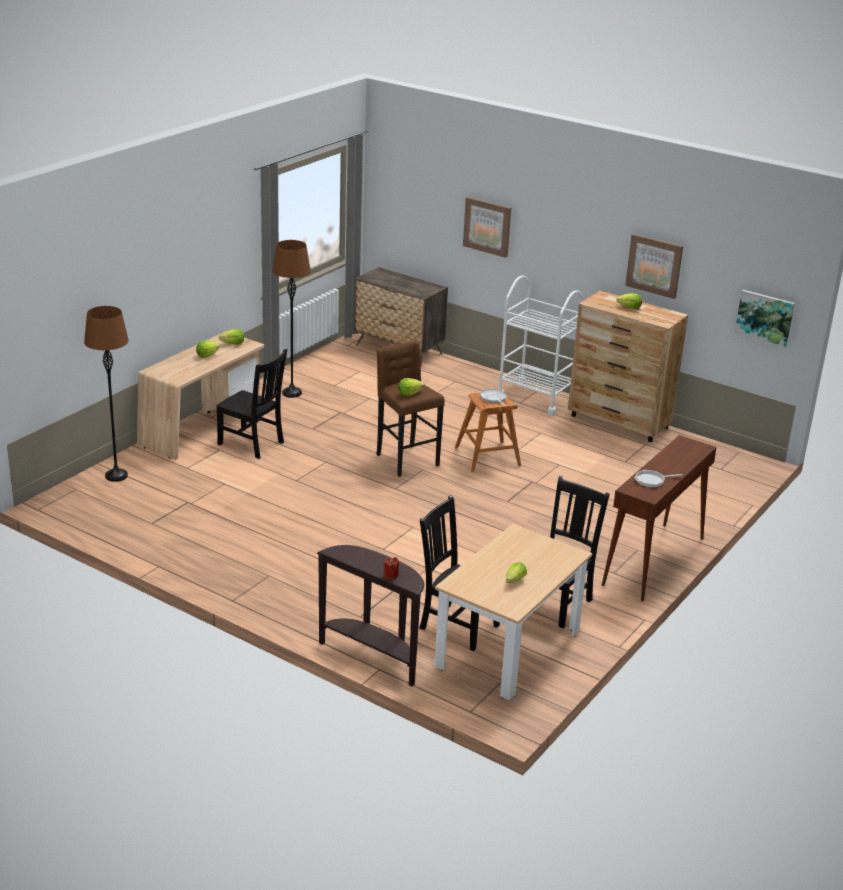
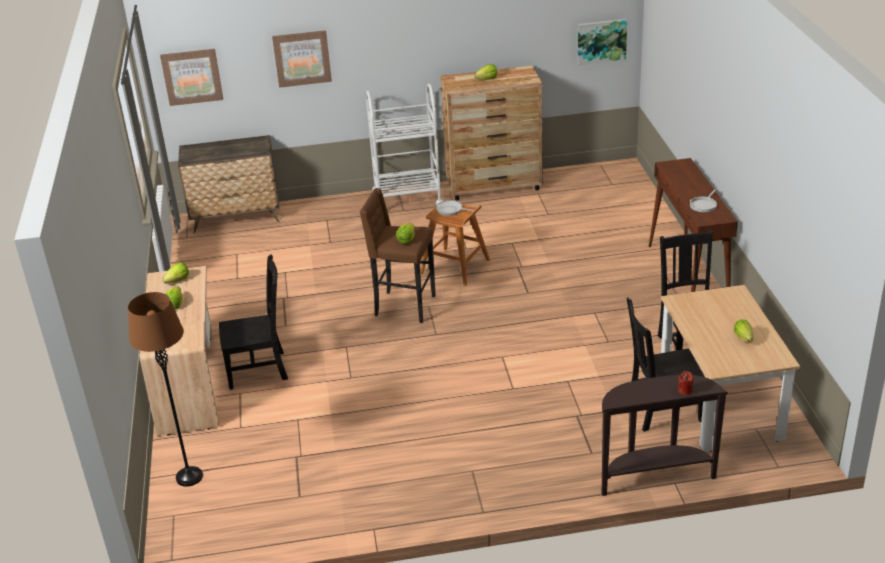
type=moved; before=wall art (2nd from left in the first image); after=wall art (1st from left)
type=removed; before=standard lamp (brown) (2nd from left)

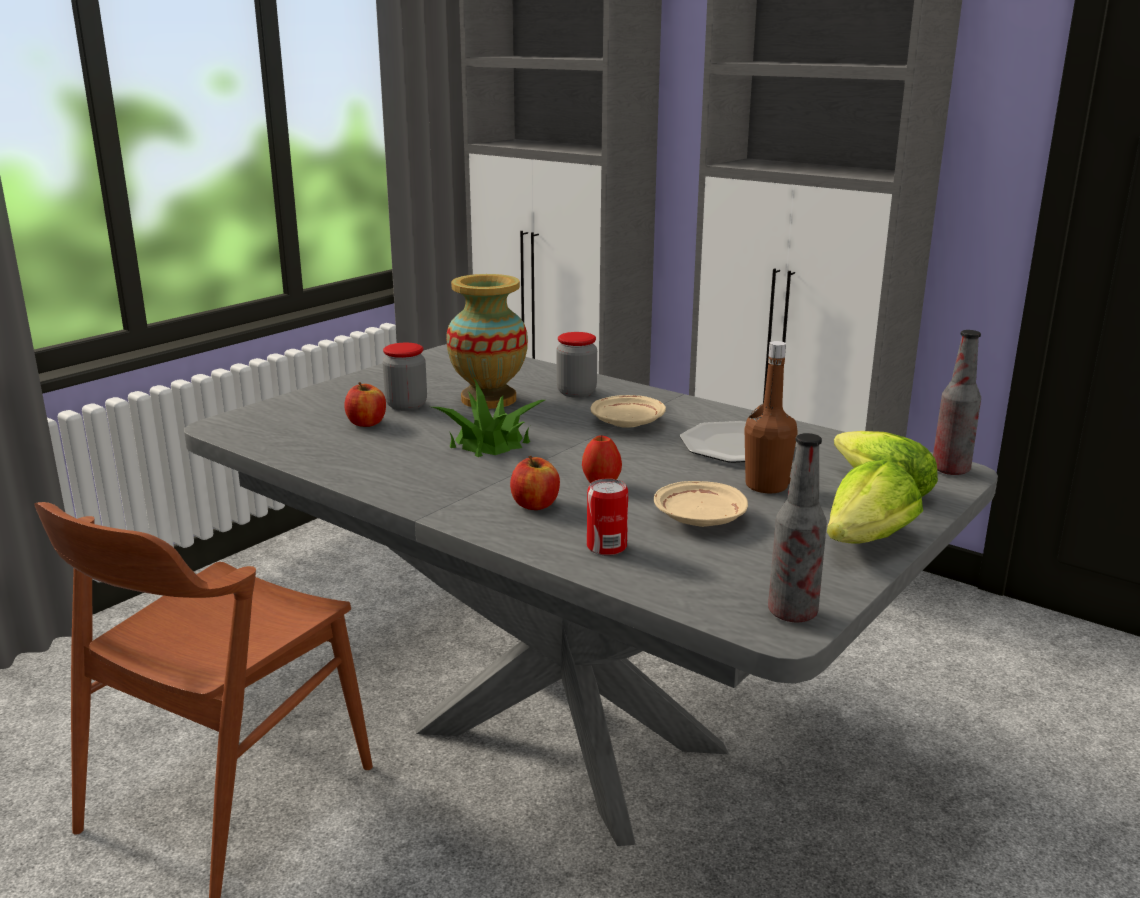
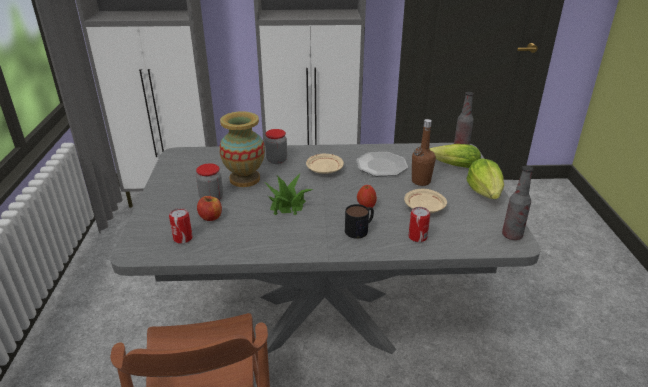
type=replaced; before=apple fruit (2nd from left); after=coffee mug
type=added; after=can (1st from left)

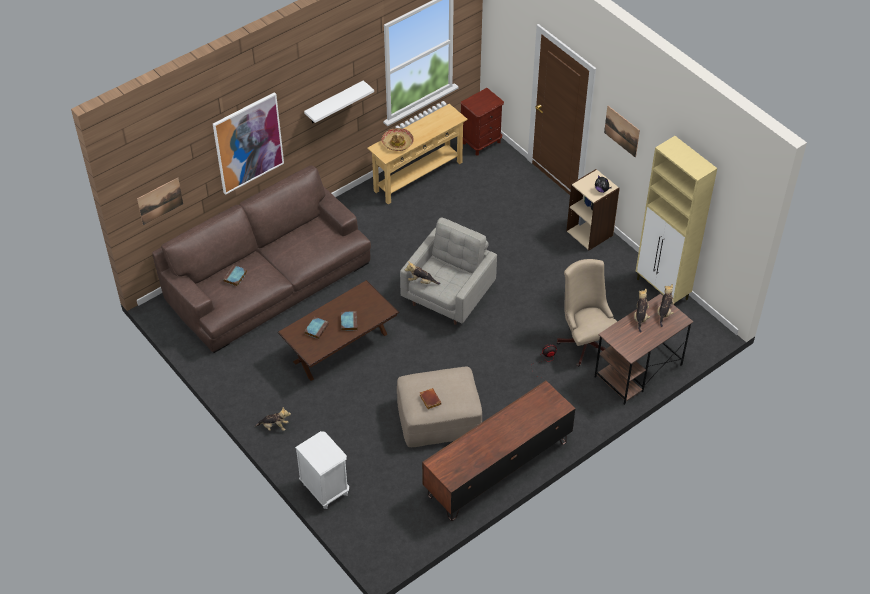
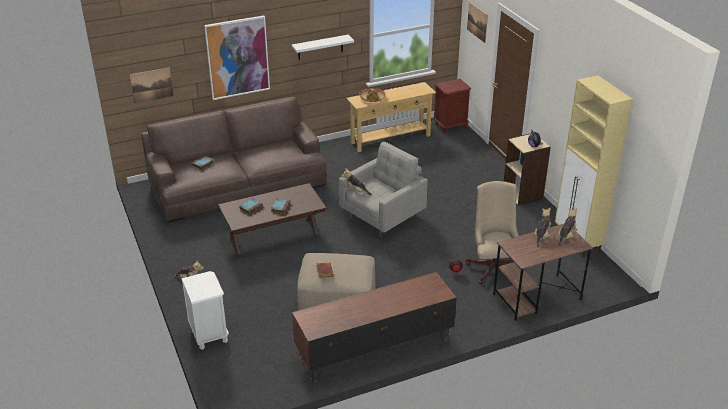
type=moved; before=wall art (3rd from left)

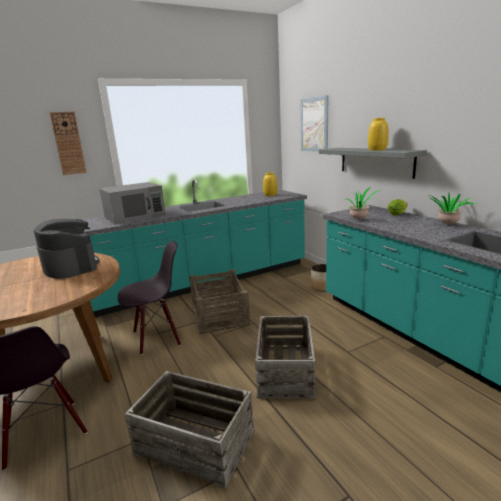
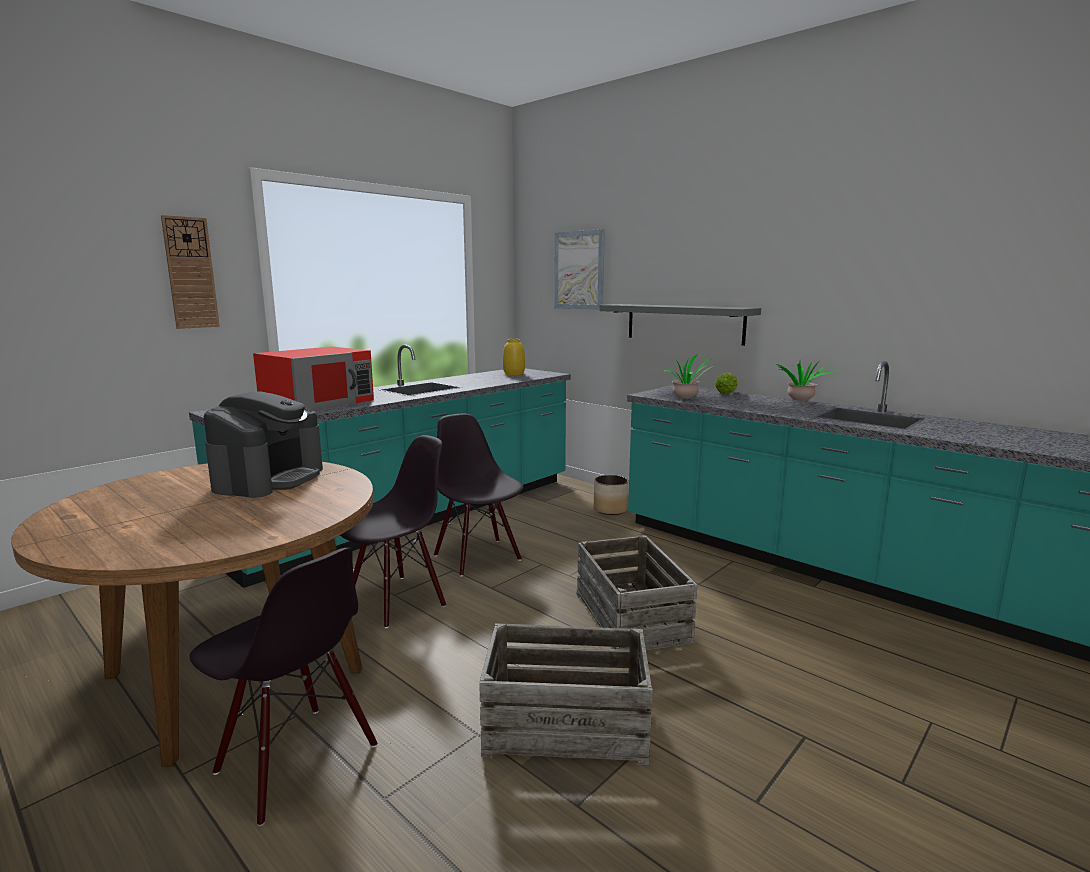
type=removed; before=decorative vase (yellow) (2nd from left)
type=recoloured; before=microwave oven (greyish); after=microwave oven (red)
type=turned; before=coffee brewer; turn=75
type=replaced; before=crate (2nd from left); after=chair (blackish) (3rd from left)

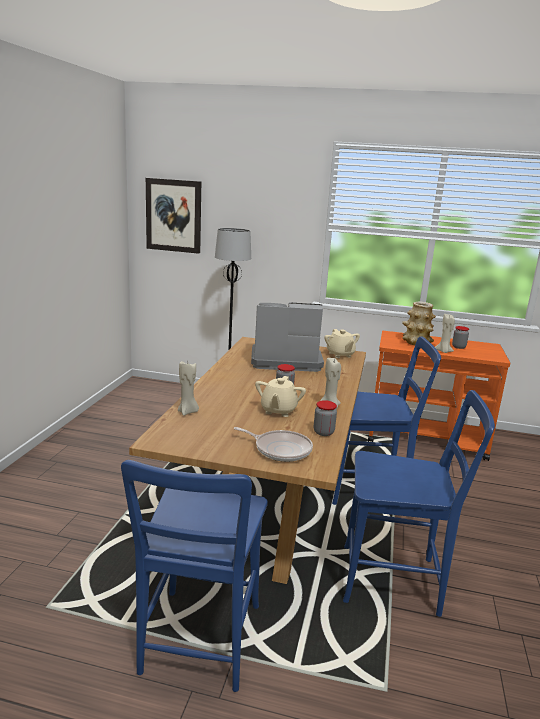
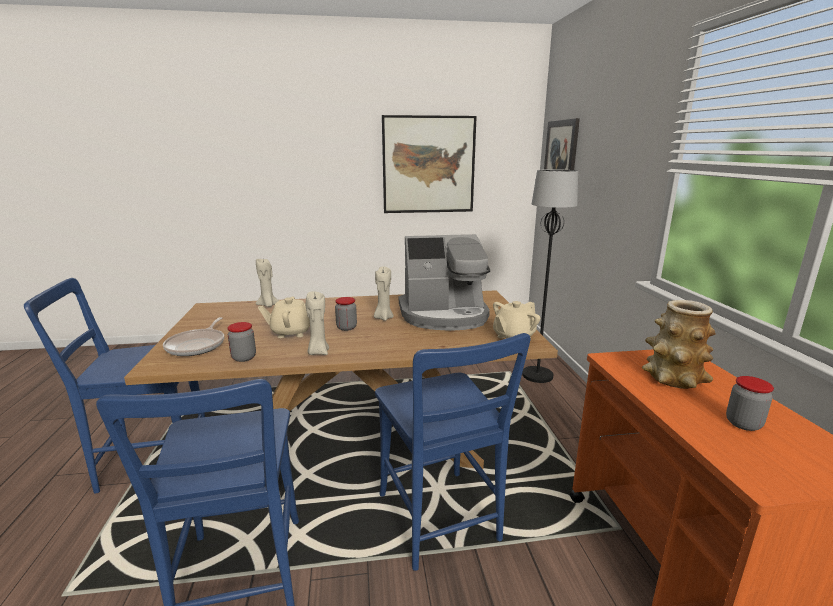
type=turned; before=coffee brewer; turn=105
type=moved; before=wax candle (beige) (3rd from left)
type=added; after=wall art (1st from left)

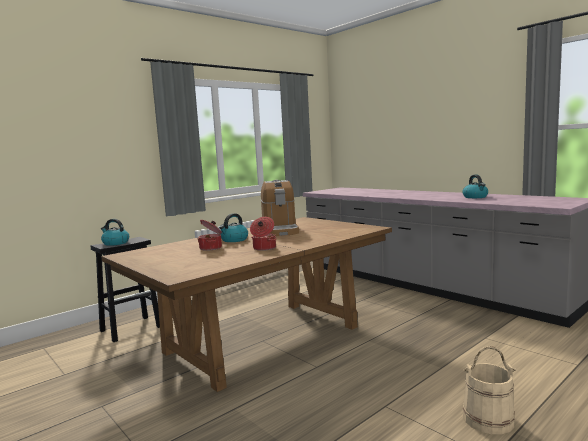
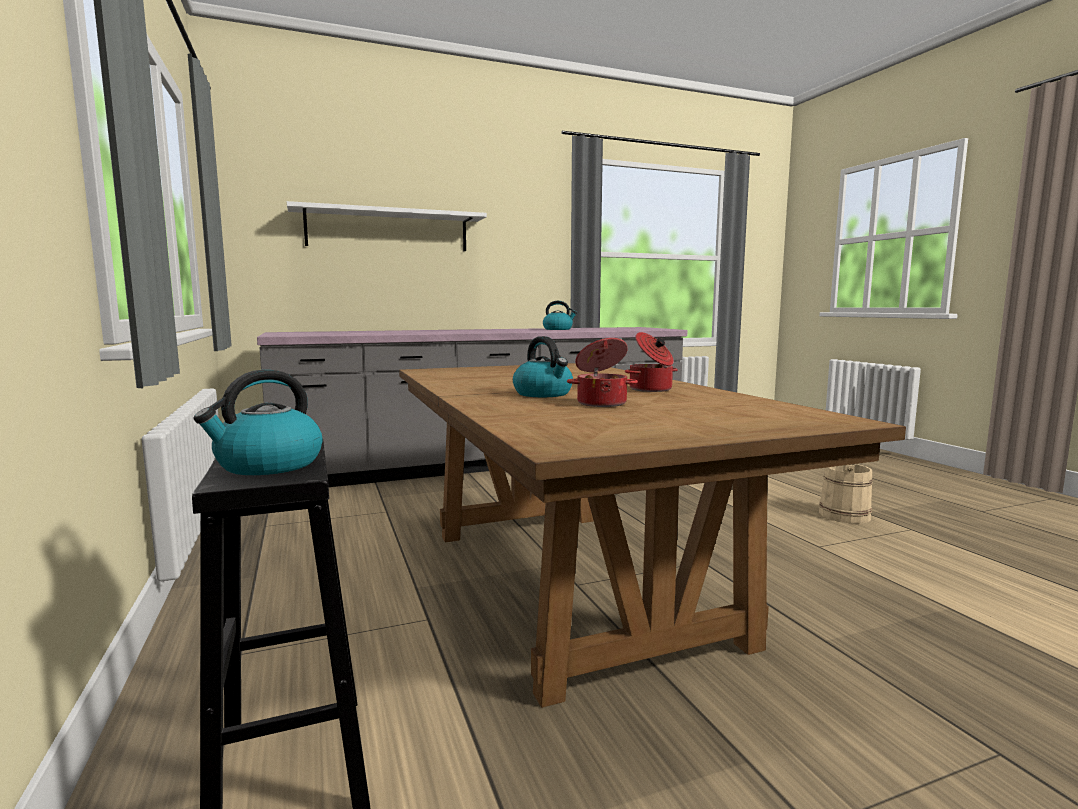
type=removed; before=coffee brewer
type=added; after=shelf (whitish)

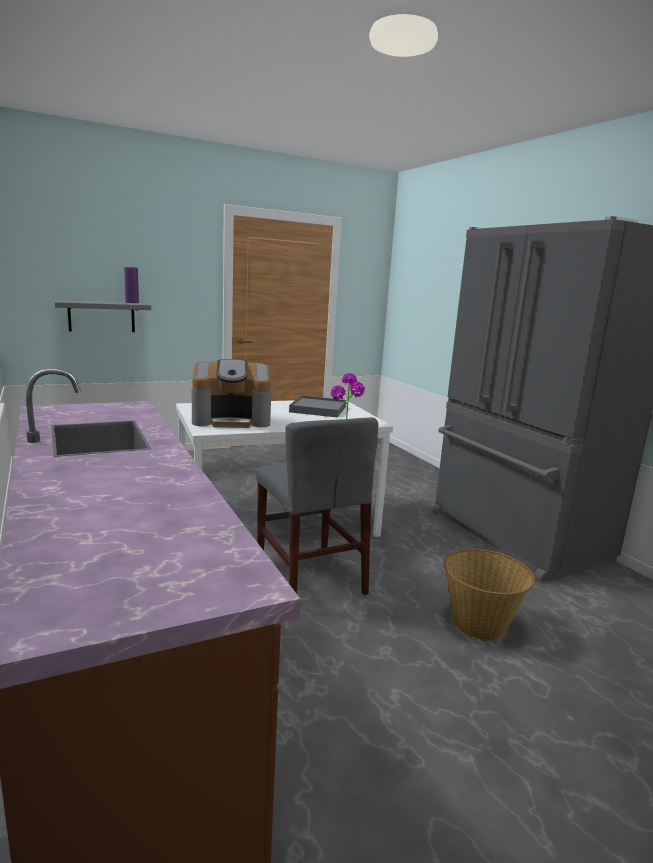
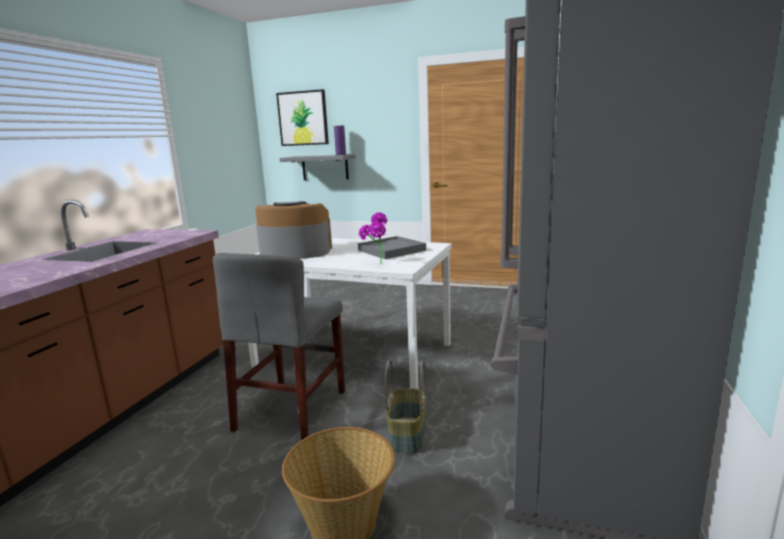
type=turned; before=coffee brewer; turn=150
type=added; after=wall art
type=added; after=storage basket (2nd from left)

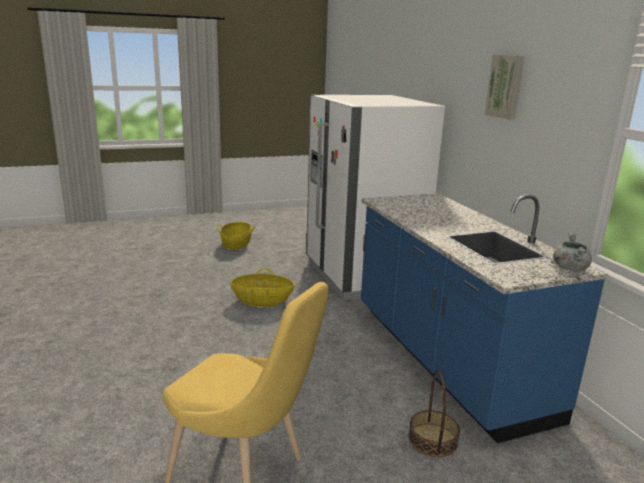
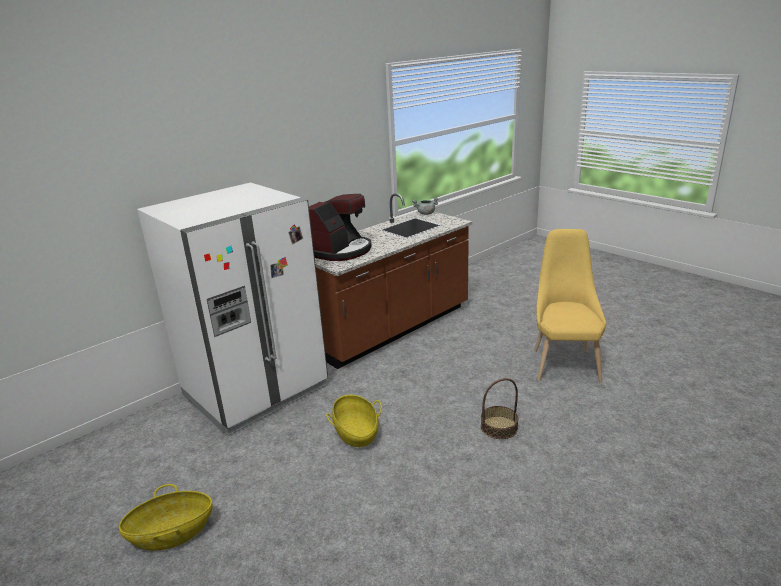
type=removed; before=wall art
type=recoloured; before=kitchen base unit (blue); after=kitchen base unit (brown)
type=moved; before=storage basket (3rd from left)
type=added; after=coffee brewer

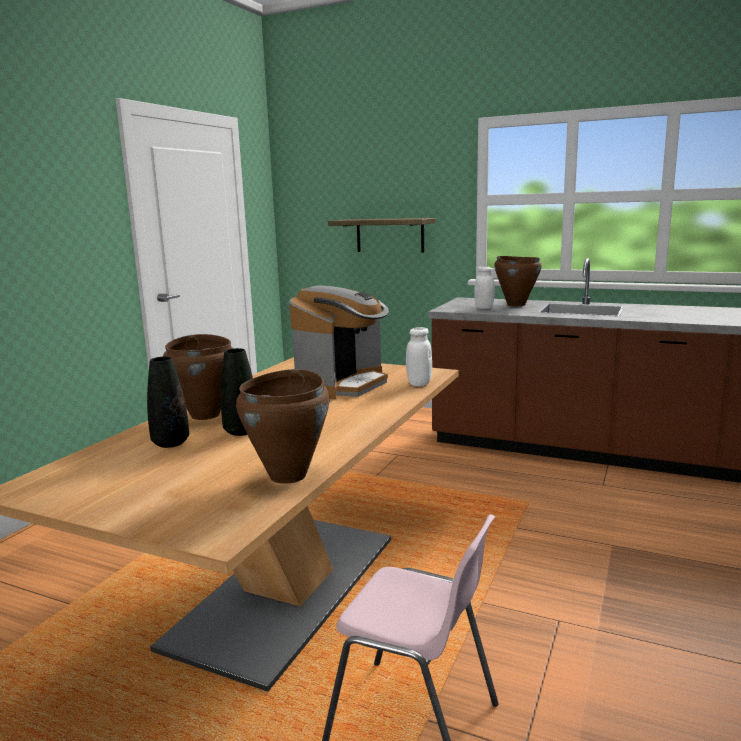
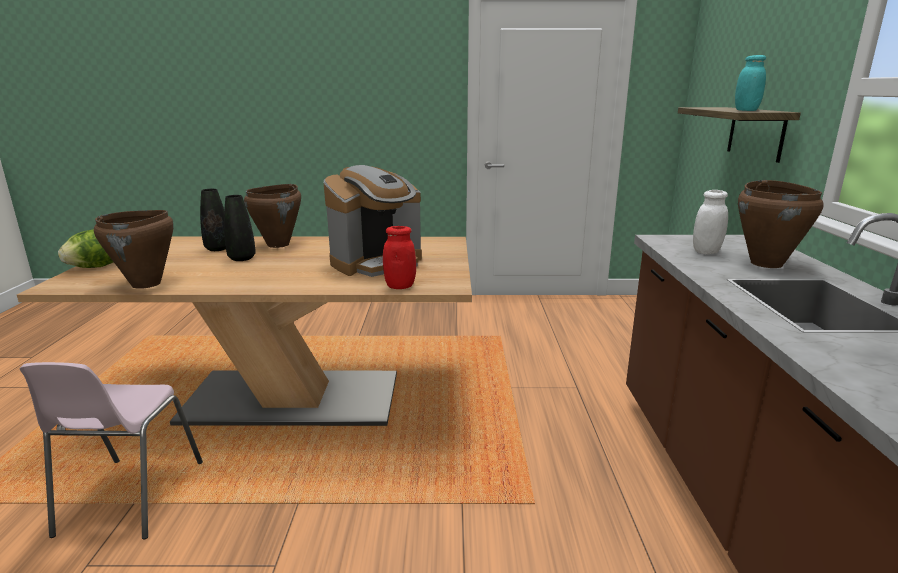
type=turned; before=coffee brewer; turn=-45
type=recoloured; before=storage jar (whitish) (1st from left); after=storage jar (red)
type=added; after=storage jar (turquoise-coloured)
type=added; after=head of lettuce

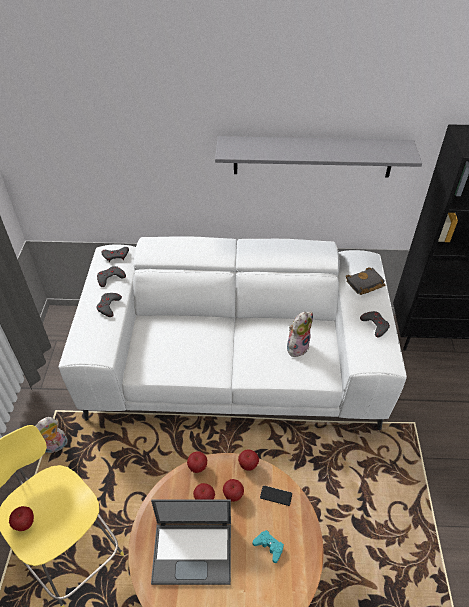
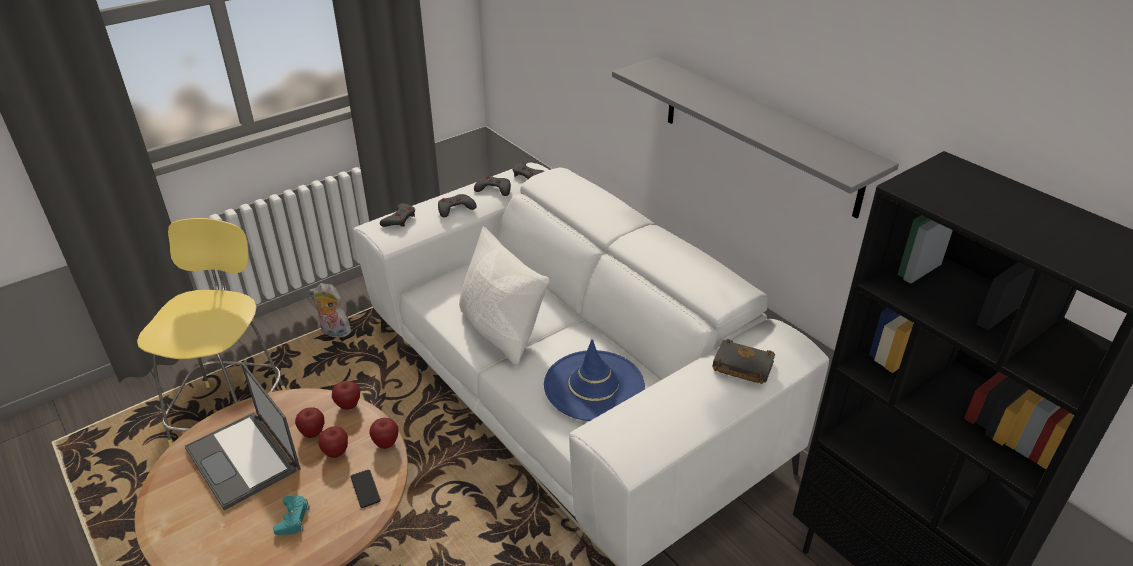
type=moved; before=game controller (greyish) (4th from left in the first image); after=game controller (greyish) (1st from left)
type=replaced; before=plush toy (2nd from left); after=hat (blue)
type=removed; before=apple fruit (1st from left)
type=added; after=pillow (whitish)

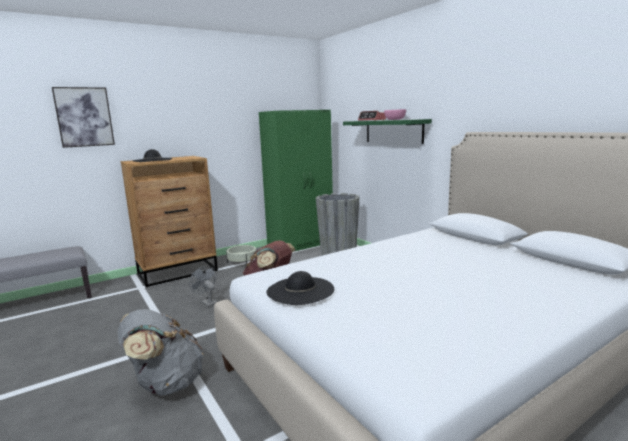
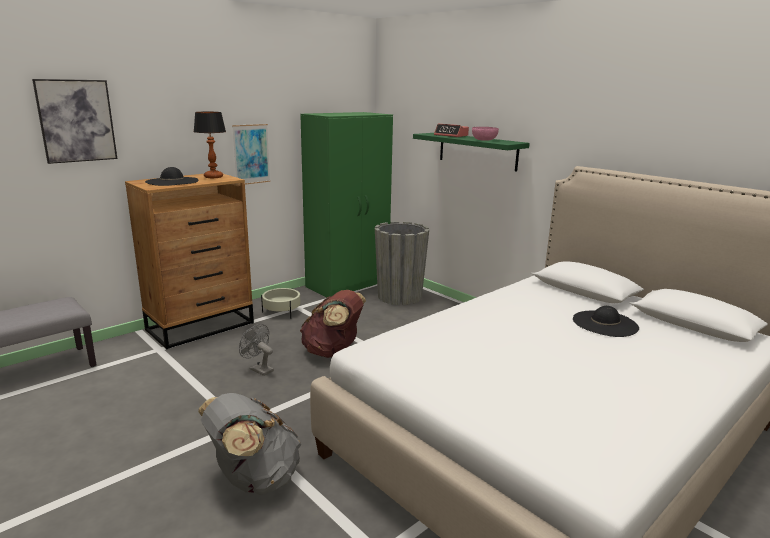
type=moved; before=hat (blackish) (2nd from left)
type=added; after=lamp for a table
type=added; after=wall art (2nd from left)

